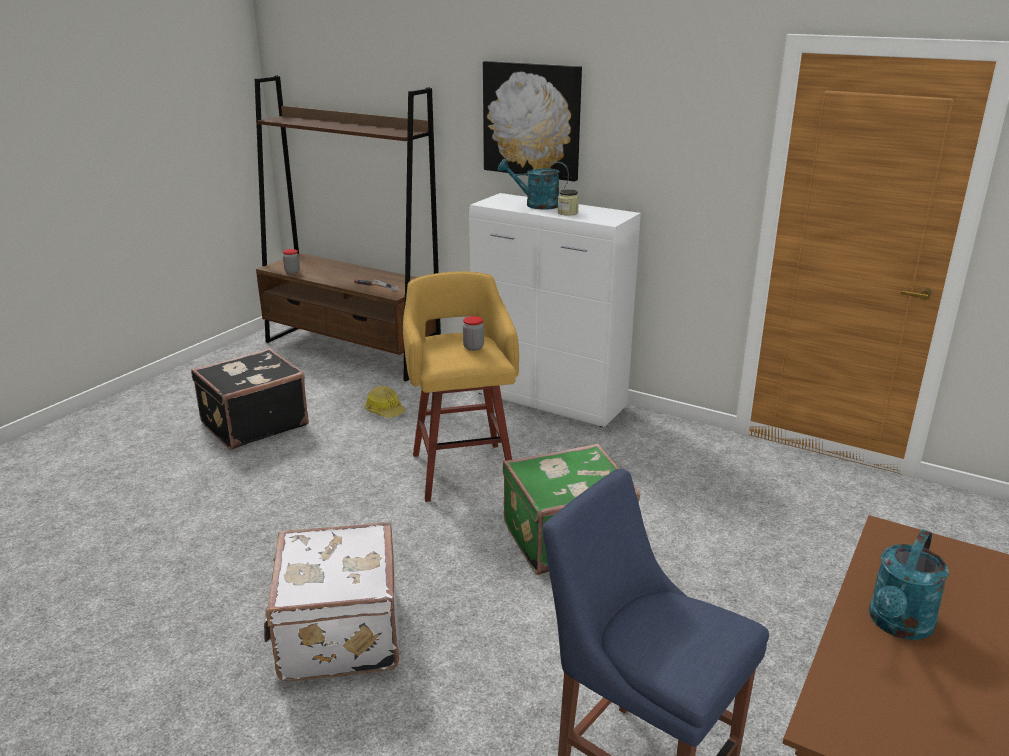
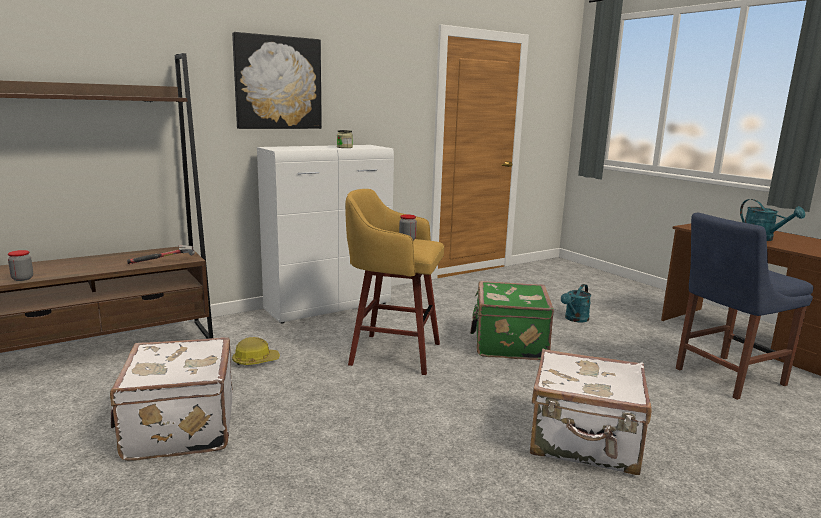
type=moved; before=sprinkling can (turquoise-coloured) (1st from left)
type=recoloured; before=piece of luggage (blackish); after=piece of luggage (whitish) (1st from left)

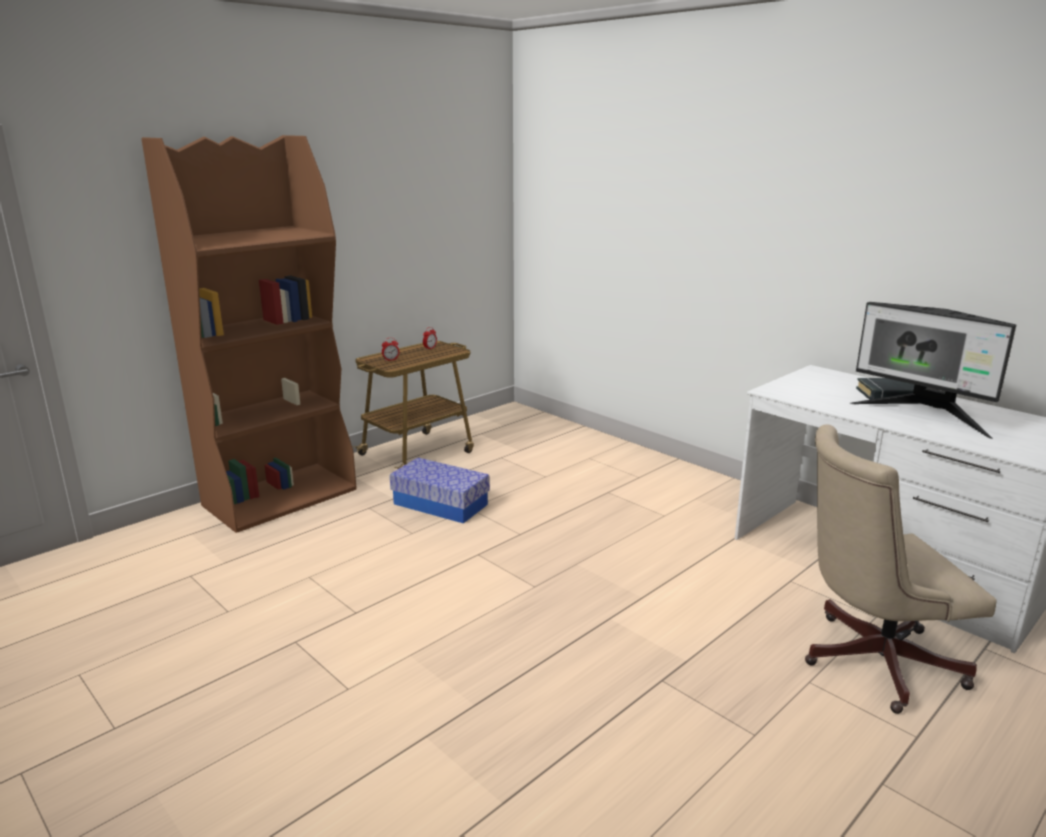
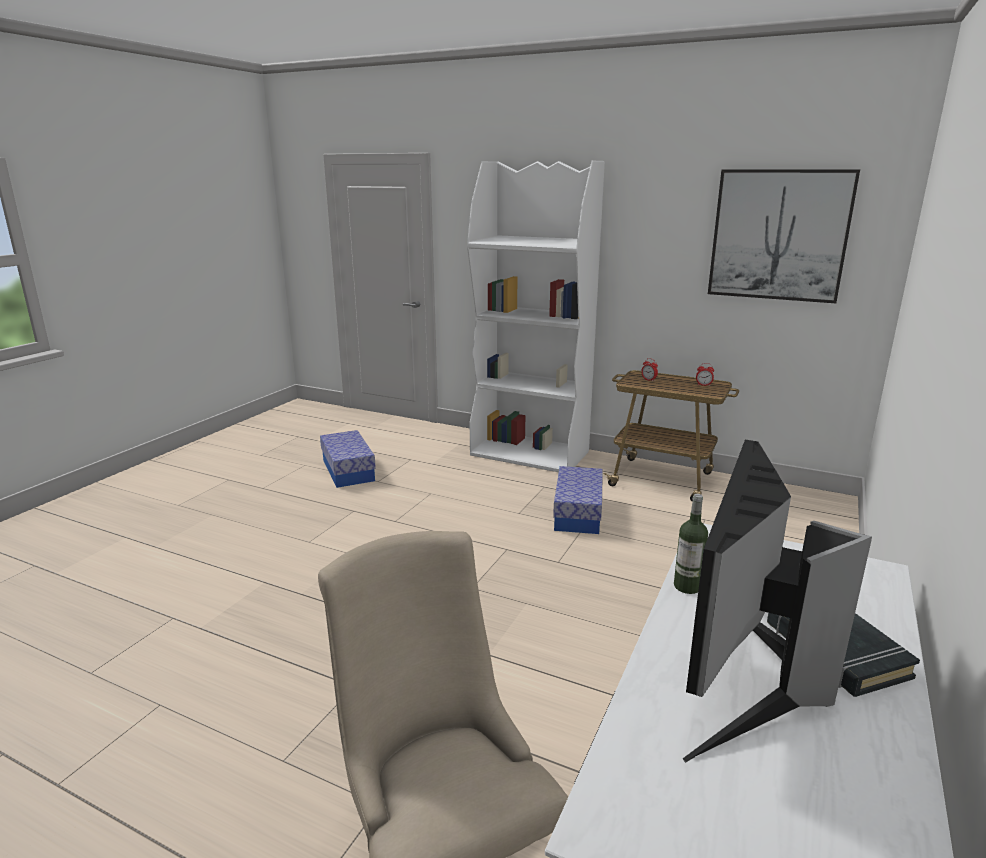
type=recoloured; before=bookcase (brown); after=bookcase (whitish)
type=added; after=wall art
type=added; after=storage bin (1st from left)
type=added; after=beverage bottle

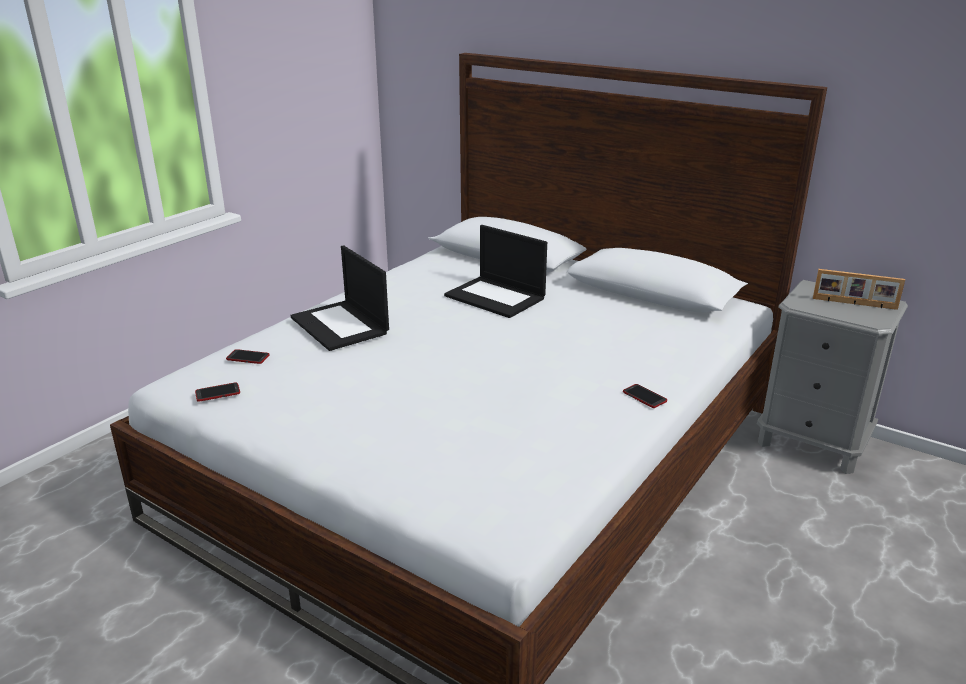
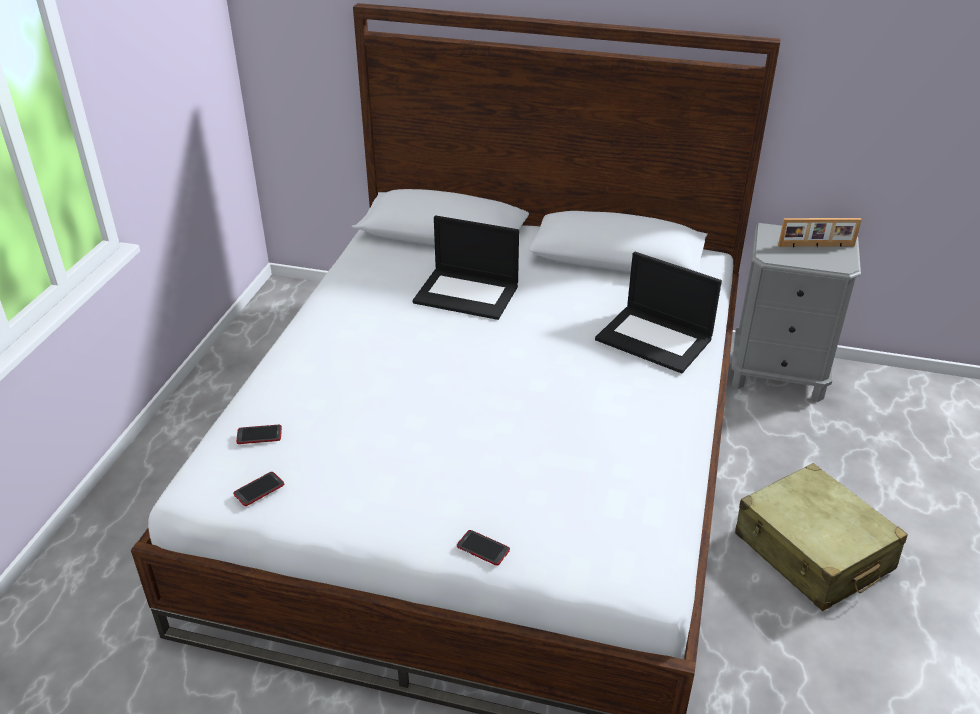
type=moved; before=portable computer (1st from left in the first image); after=portable computer (2nd from left)
type=moved; before=phone (3rd from left)
type=added; after=piece of luggage (beige)

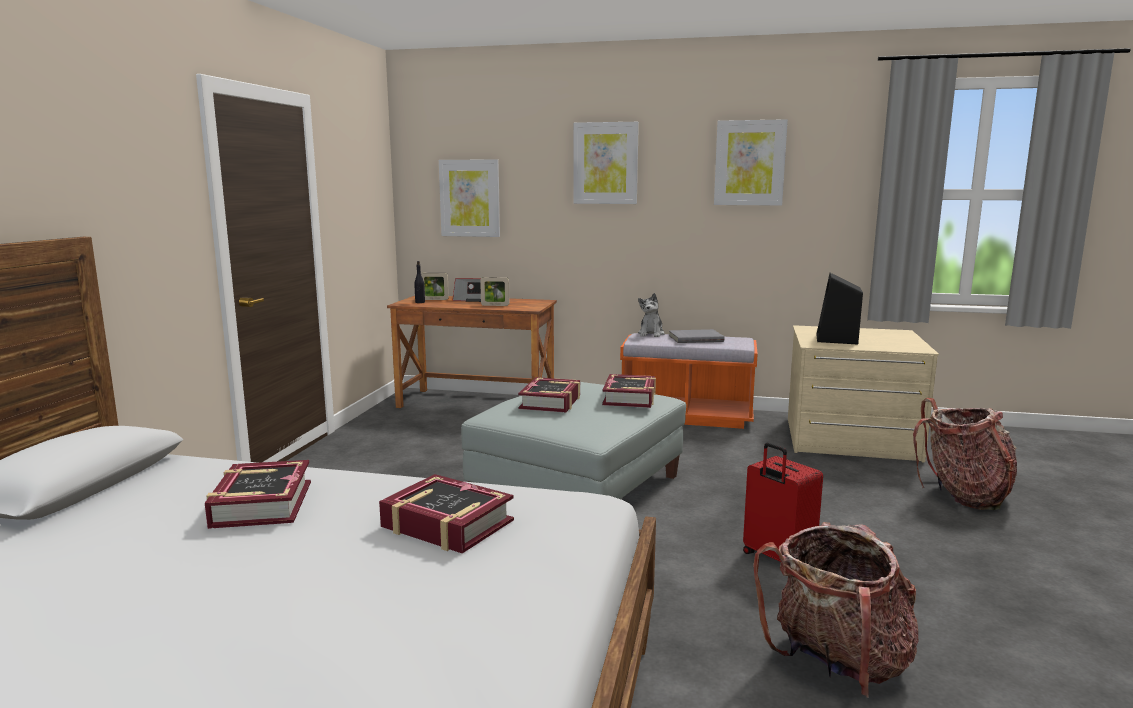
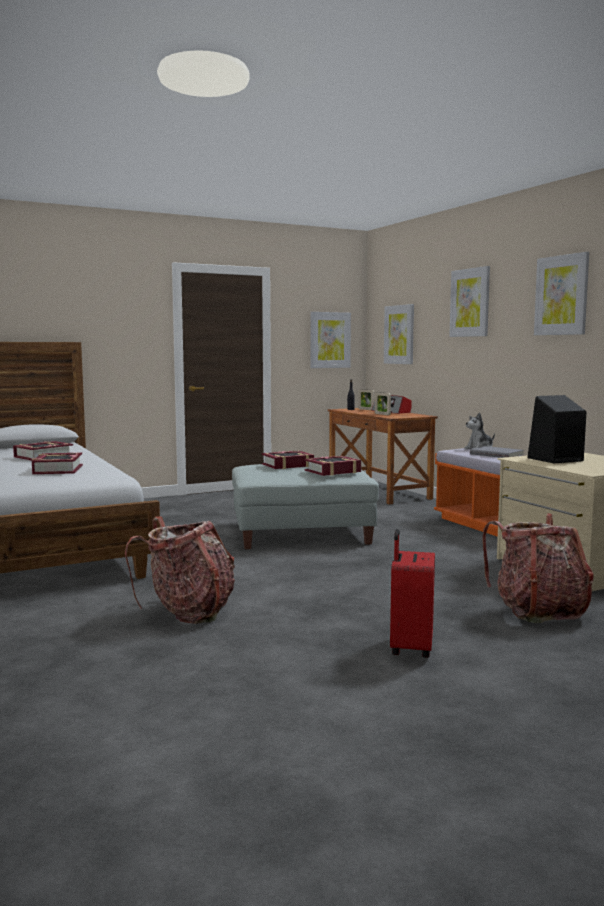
type=moved; before=piece of luggage (red)
type=added; after=wall art (1st from left)

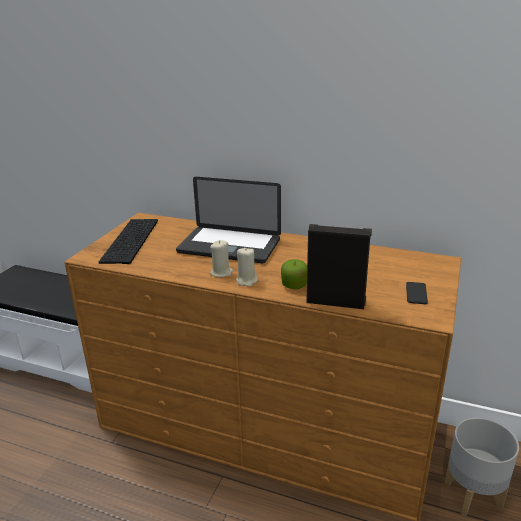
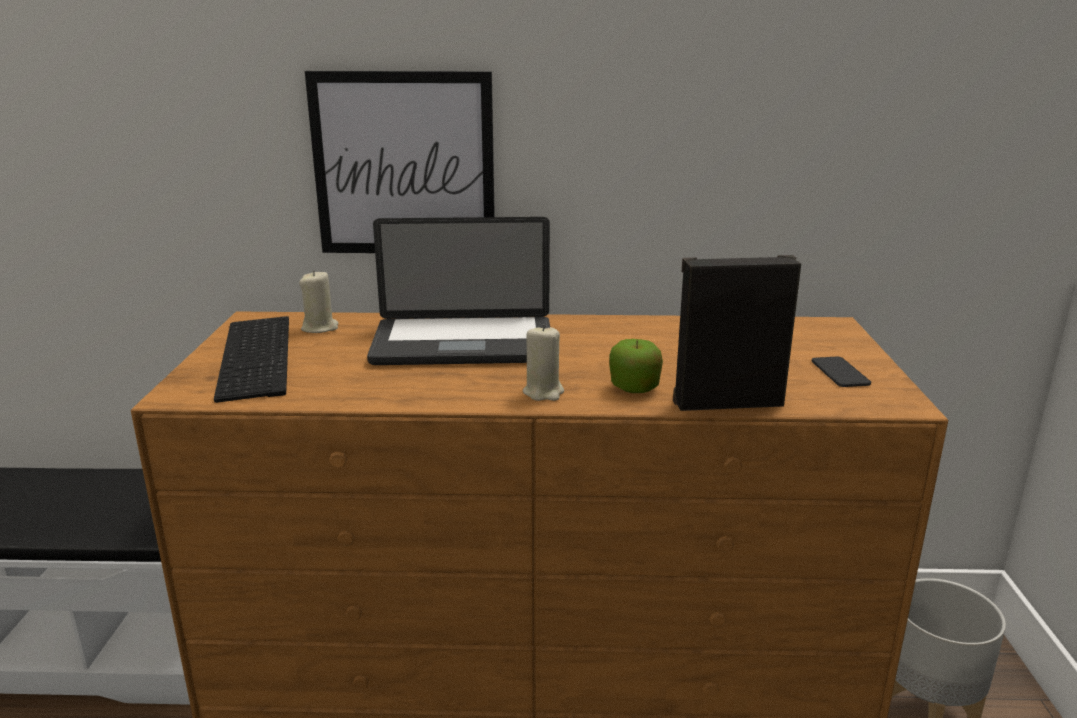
type=moved; before=wax candle (beige) (1st from left)
type=added; after=wall art

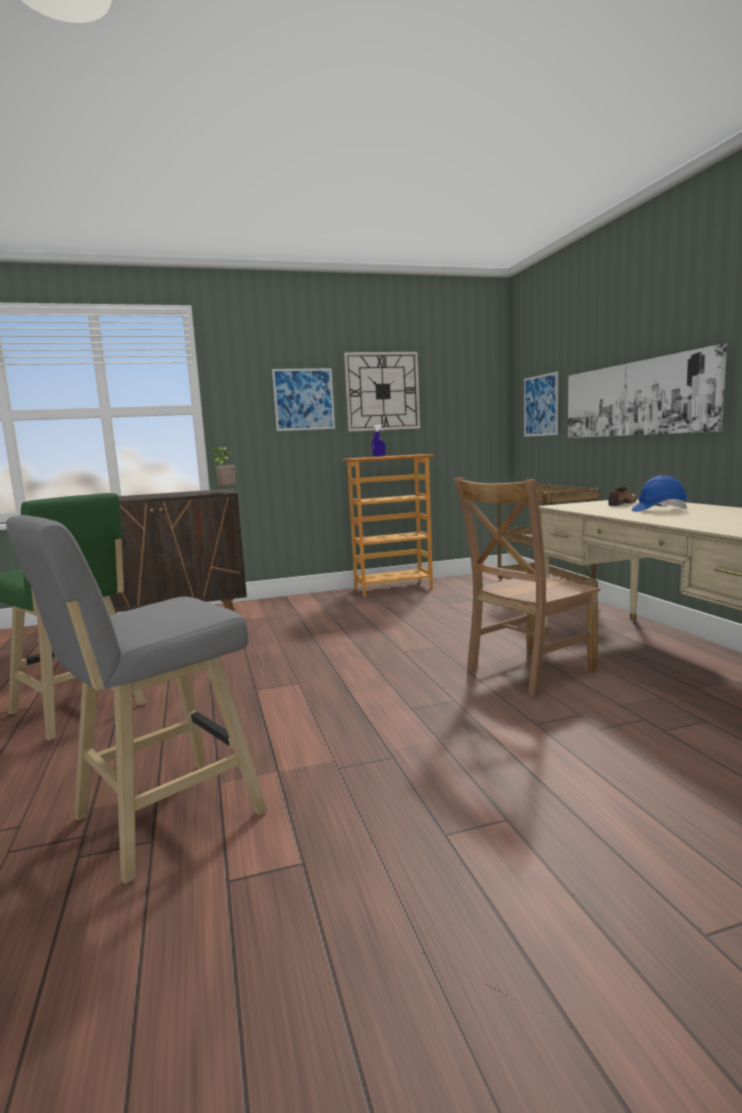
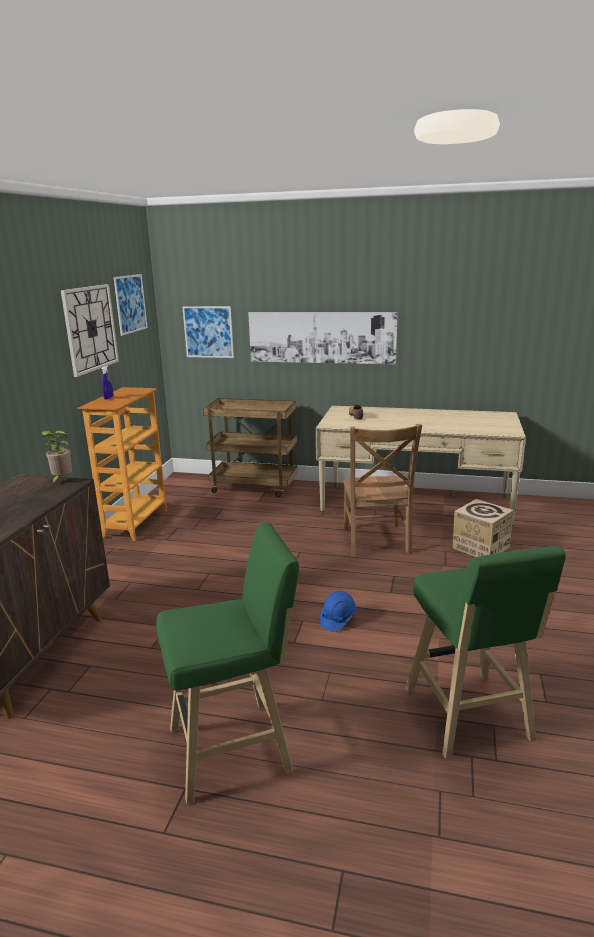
type=moved; before=wall art (1st from left)
type=moved; before=hard hat (blue)
type=recoloured; before=stool (greyish); after=stool (green-coloured) (2nd from left)
type=added; after=carton

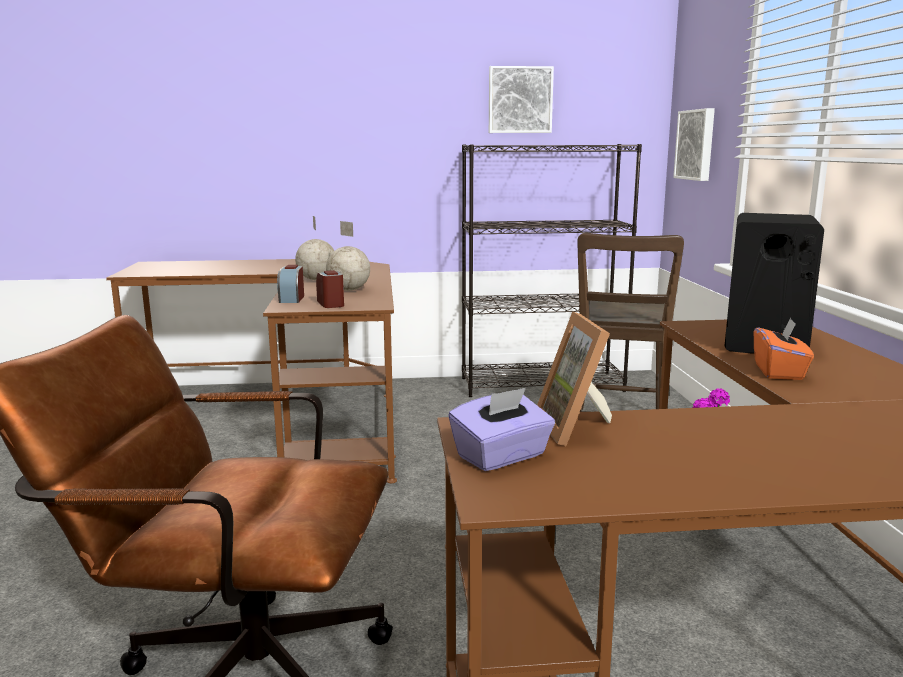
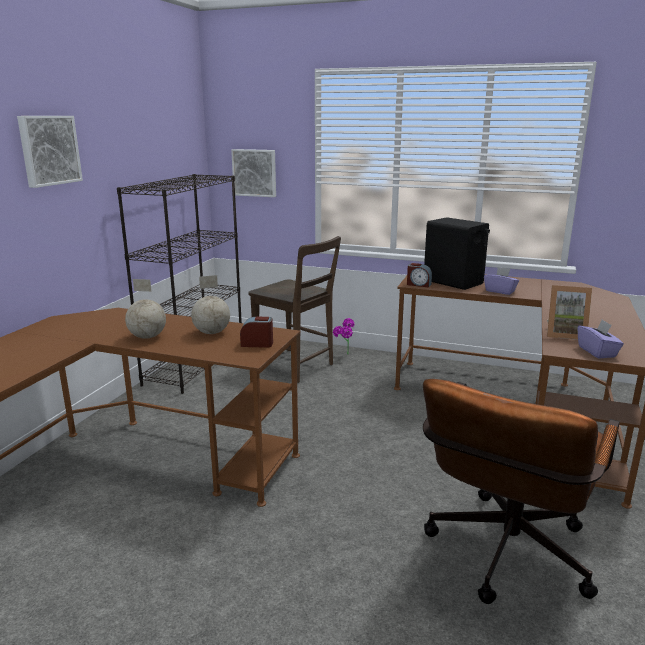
type=moved; before=wall art (1st from left)
type=moved; before=alarm clock (1st from left in the first image); after=alarm clock (2nd from left)
type=recoloured; before=tissue box (orangey); after=tissue box (purple) (1st from left)

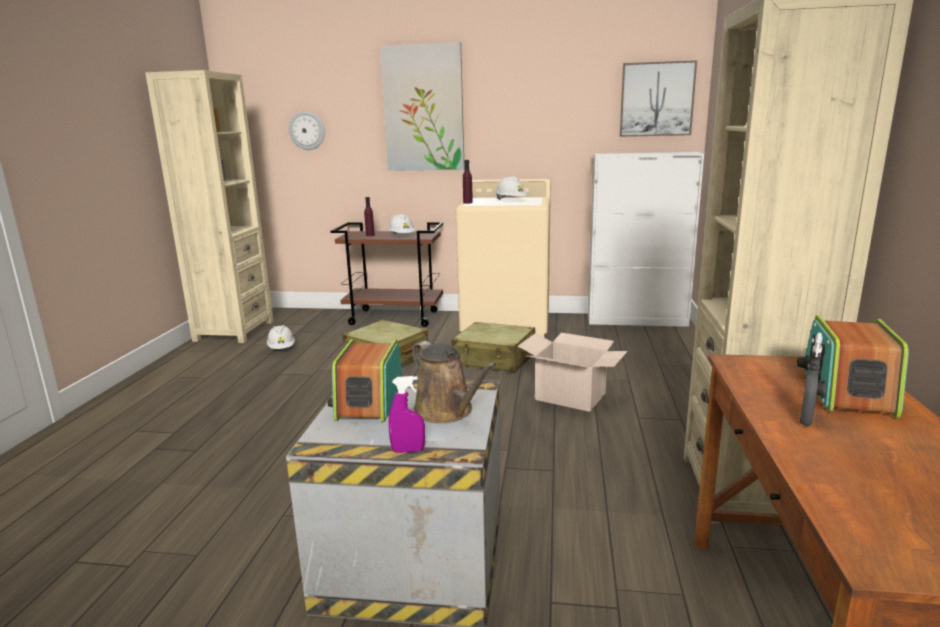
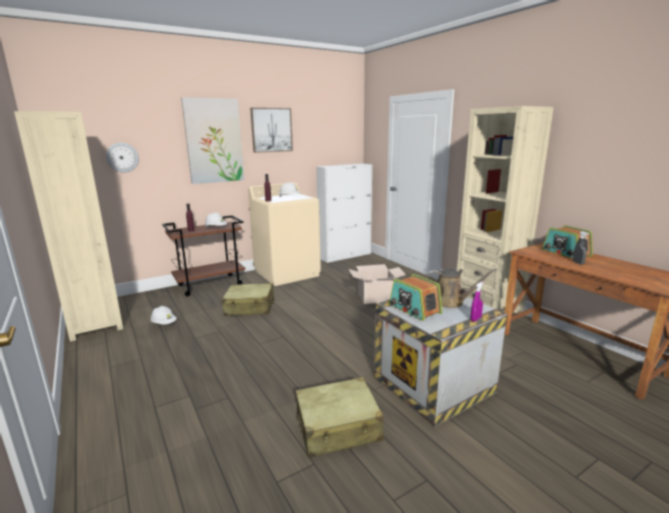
type=moved; before=wall art (2nd from left)
type=moved; before=piece of luggage (beige) (2nd from left)

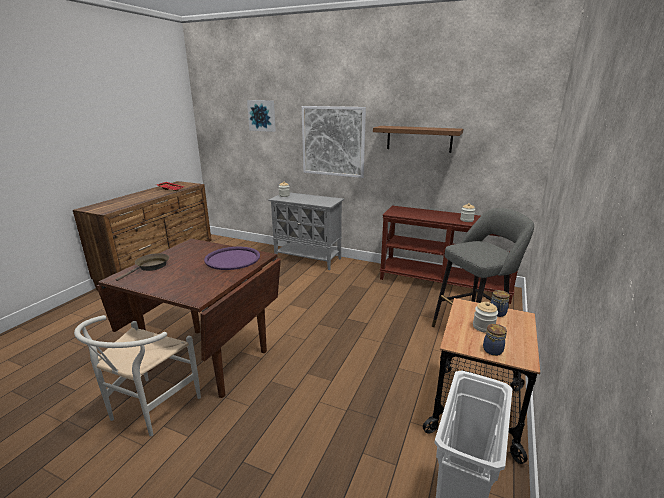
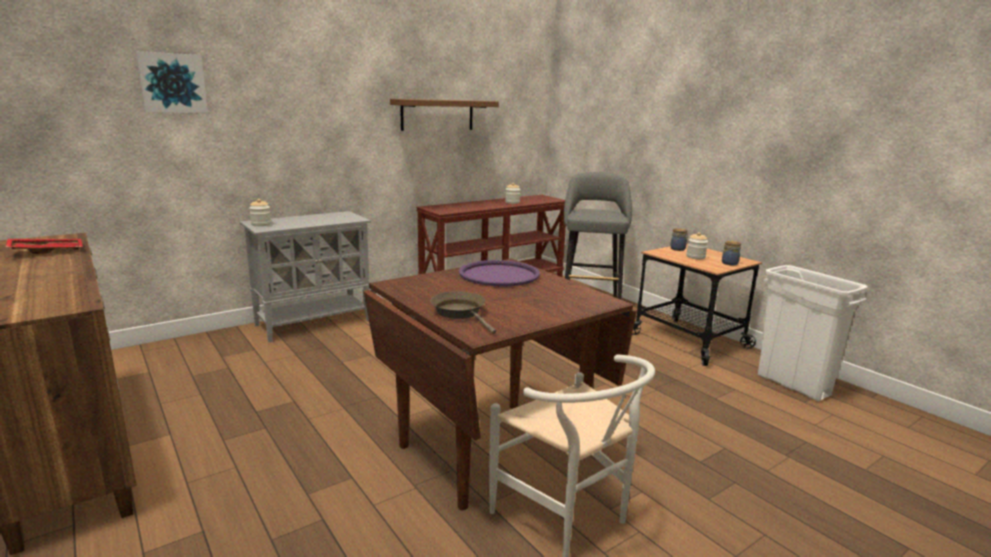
type=removed; before=wall art (2nd from left)

